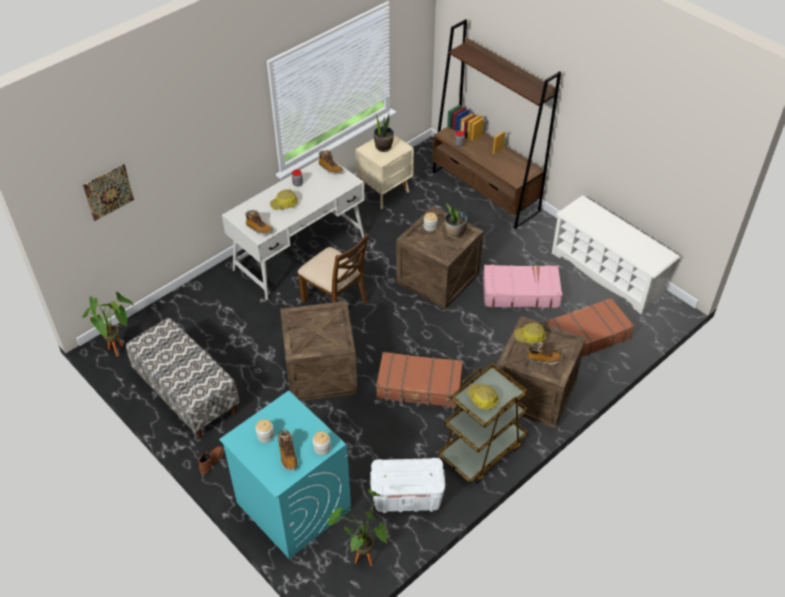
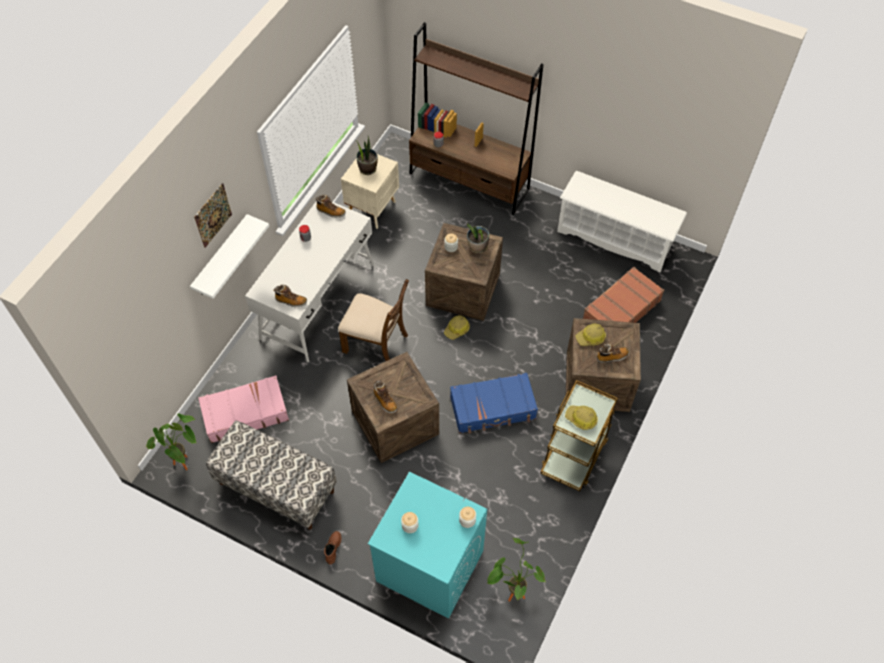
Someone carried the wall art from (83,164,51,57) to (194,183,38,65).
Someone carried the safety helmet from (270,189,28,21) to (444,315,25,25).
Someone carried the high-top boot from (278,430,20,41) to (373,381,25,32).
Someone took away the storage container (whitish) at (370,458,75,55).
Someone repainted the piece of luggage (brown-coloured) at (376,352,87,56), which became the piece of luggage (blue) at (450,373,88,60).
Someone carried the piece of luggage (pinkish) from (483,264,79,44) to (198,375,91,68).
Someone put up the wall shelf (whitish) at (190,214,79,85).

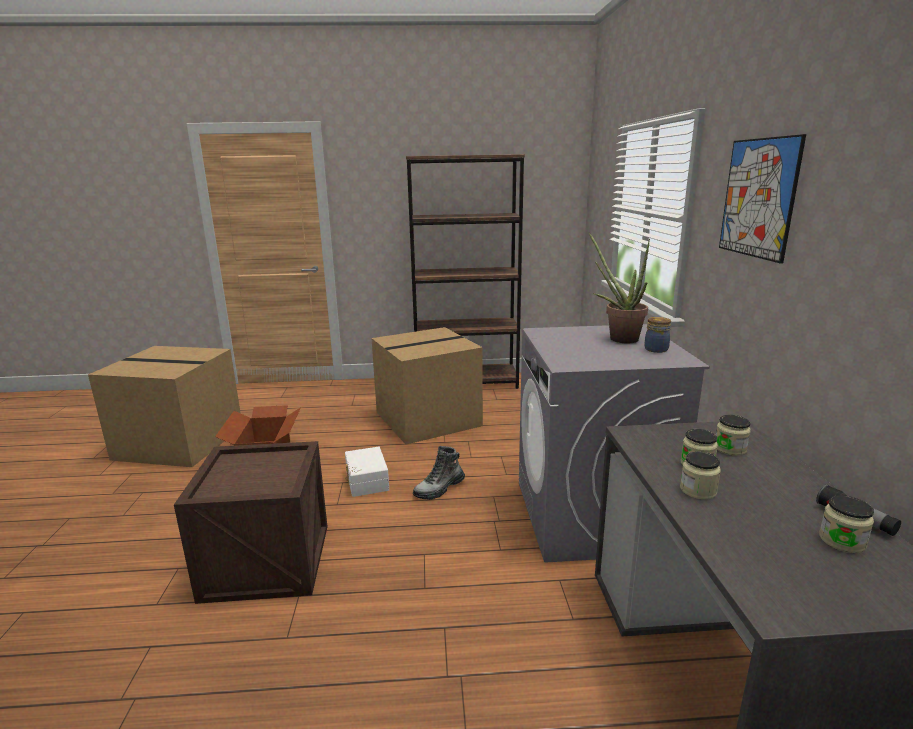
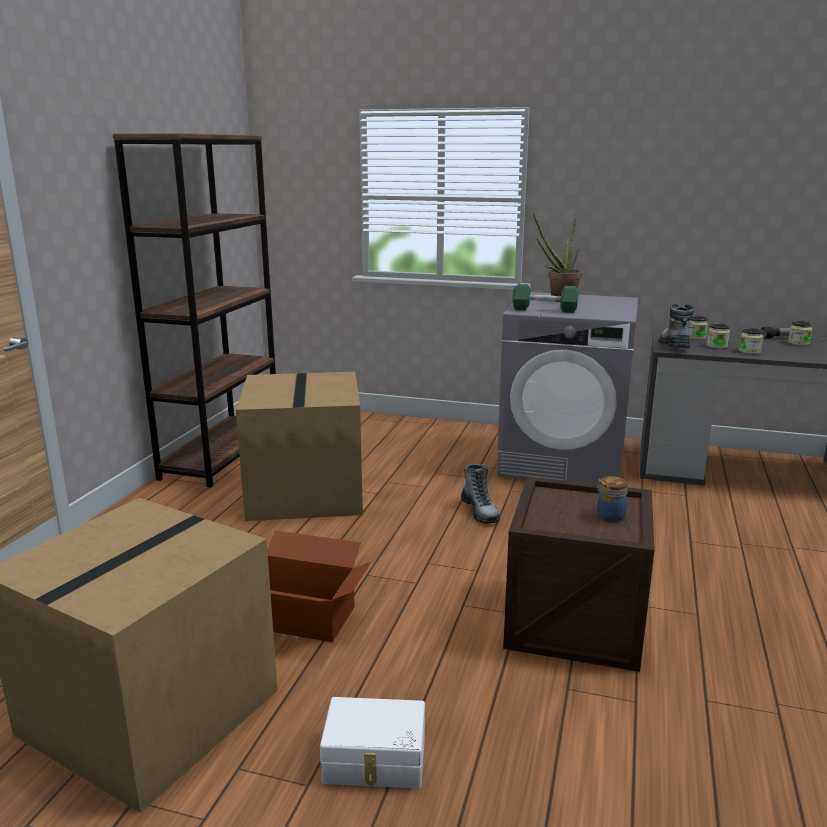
Someone carried the storage container (whitish) from (345,447,44,50) to (320,697,105,92).
Someone carried the jar from (645,317,26,36) to (595,476,33,46).
Someone took away the wall art at (719,134,87,130).
Someone put down the free weight (green-coloured) at (512,284,66,29).
Someone put down the high-top boot at (659,304,36,44).

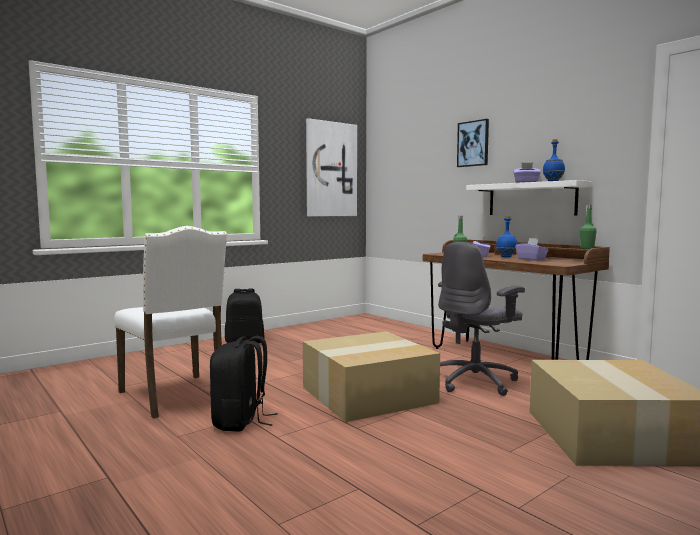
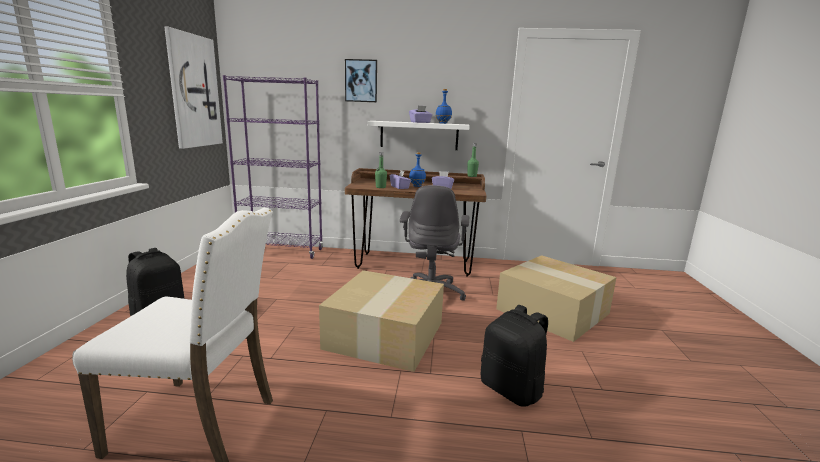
Someone carried the backpack (black) from (210,336,68,96) to (481,305,67,102).
Someone put down the shelving unit (purplish) at (223,75,100,184).

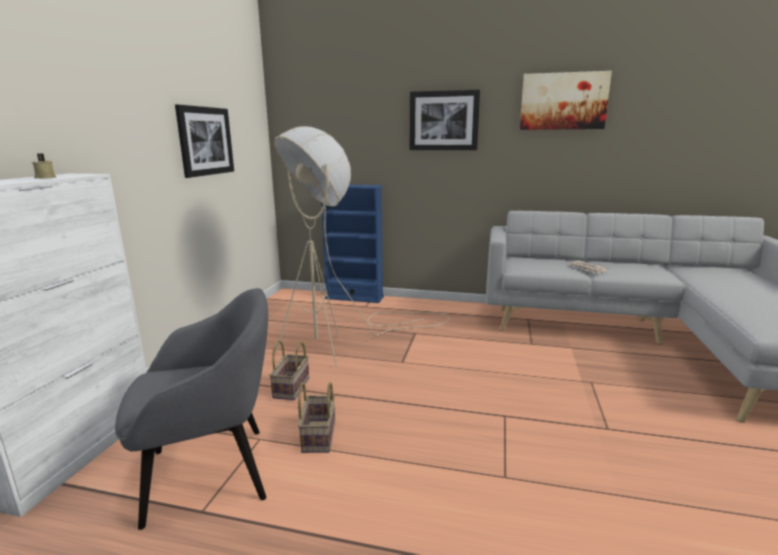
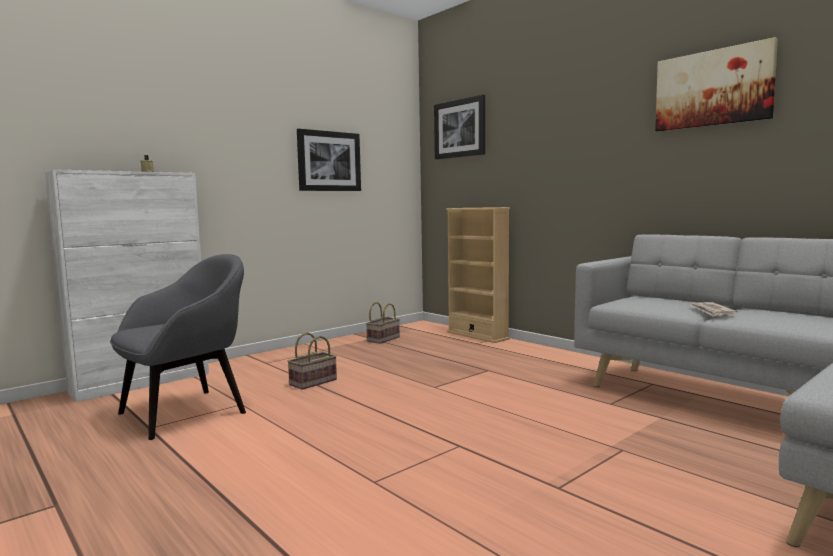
Someone rotated the easy chair (gray) at (115,288,153,242) by 60 degrees counterclockwise.
Someone took away the floor lamp (beige-coloured) at (274,126,176,241).
Someone carried the storage basket from (298,382,37,71) to (366,302,34,42).
Someone repainted the shelving unit (blue) at (321,185,63,118), which became the shelving unit (beige-coloured) at (446,207,64,136).
Someone carried the wall art from (410,90,70,60) to (434,95,51,65).

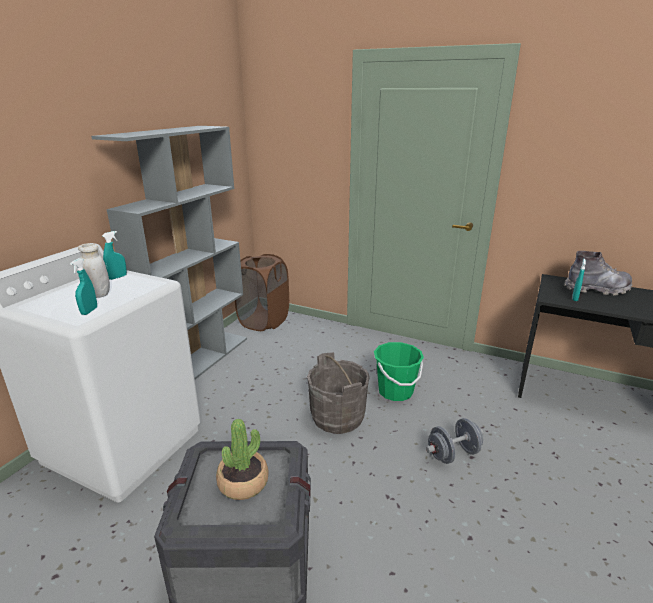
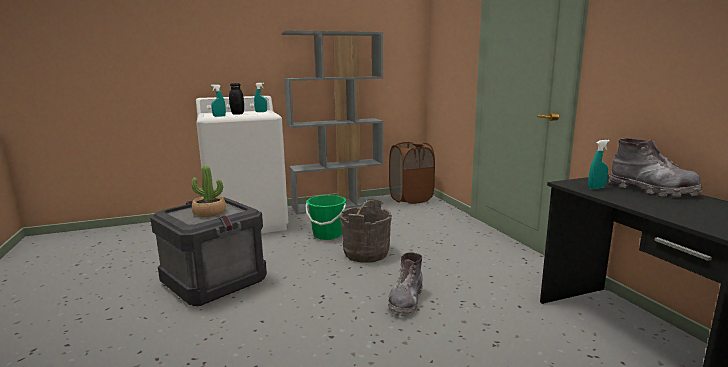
Someone repainted the jar (whitish) at (78,243,32,55), which became the jar (black) at (229,83,15,32).
Someone carried the pail (green-coloured) from (374,342,50,59) to (306,195,41,45).
Someone swapped the free weight (gray) at (426,418,58,46) for the high-top boot (gray) at (388,253,35,63).

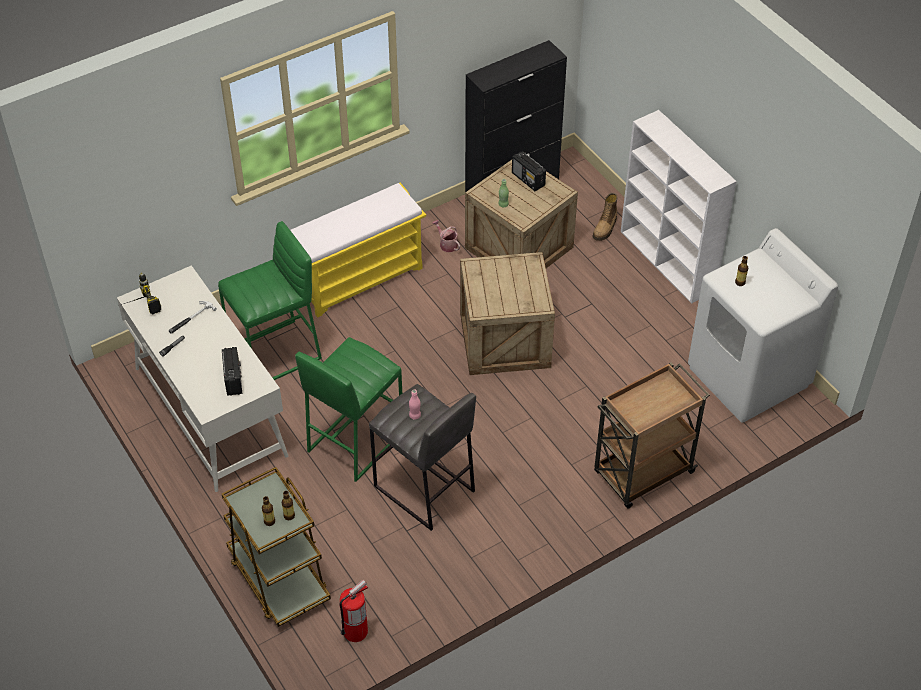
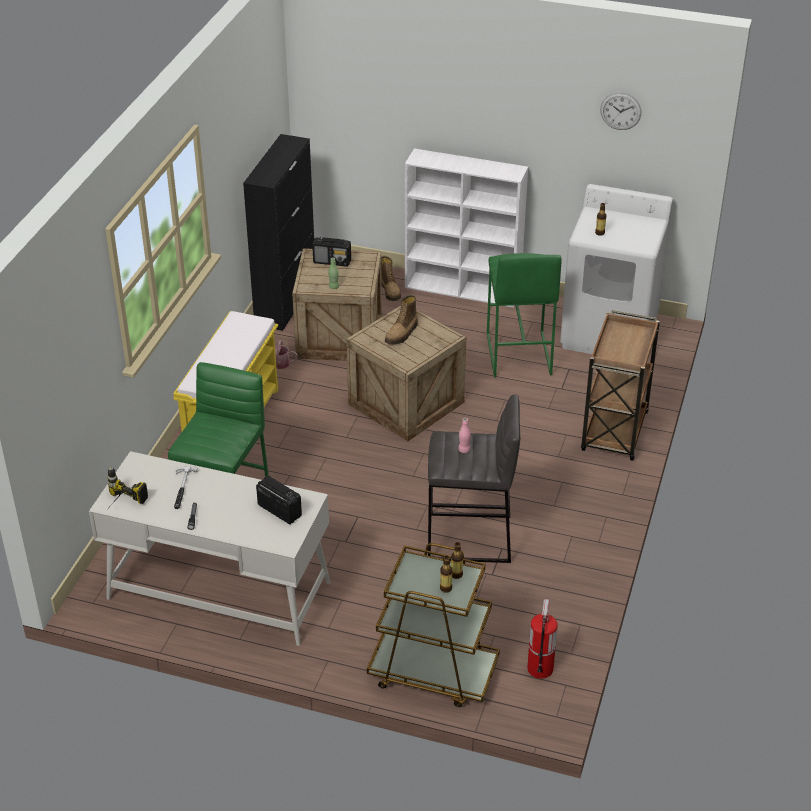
Someone carried the stool seat (green-coloured) from (295,337,107,145) to (487,253,75,125).
Someone put down the high-top boot at (385,295,33,49).
Someone put up the hanging clock at (600,92,42,38).

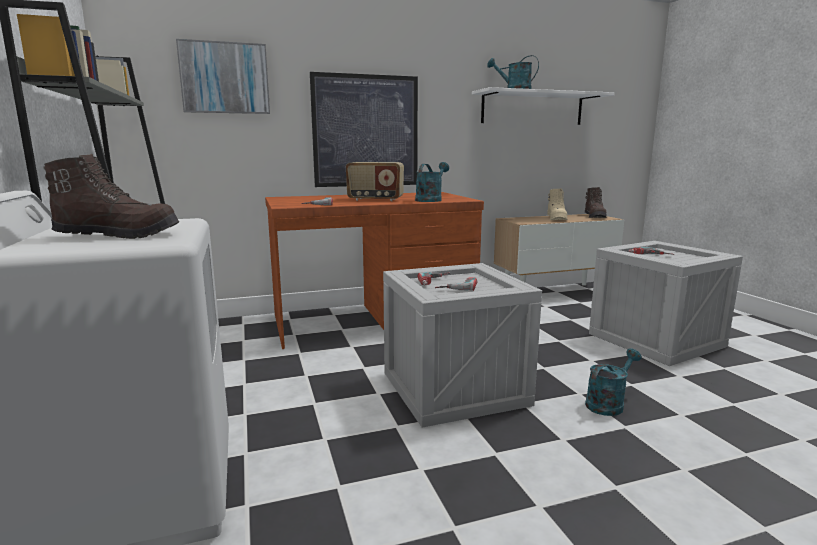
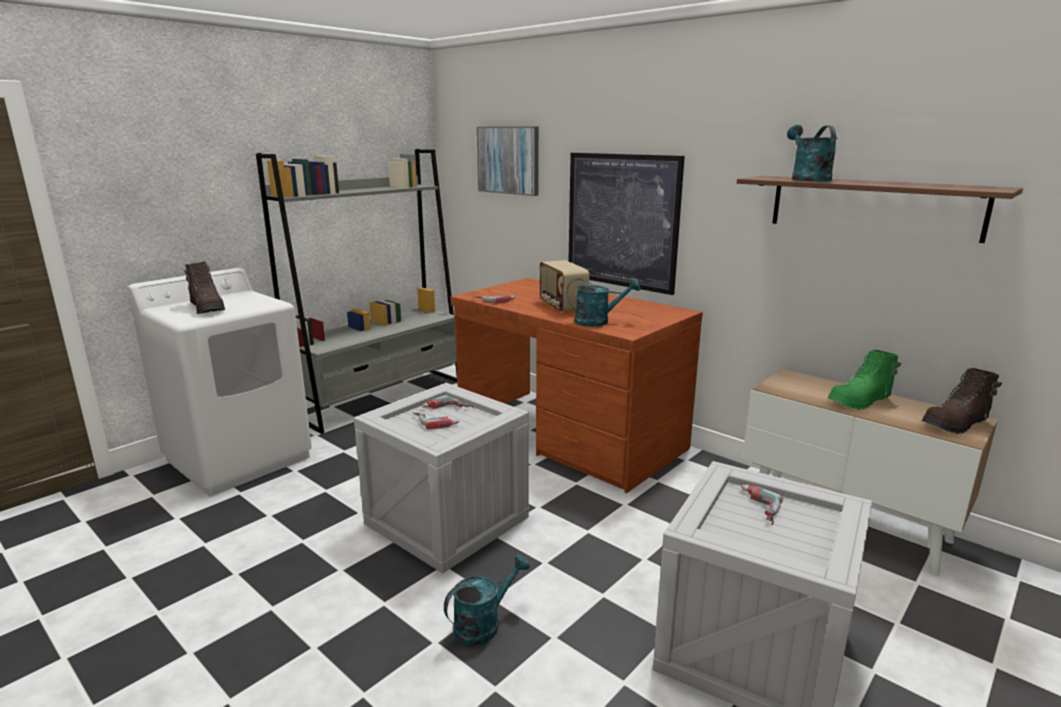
Someone repainted the wall shelf (whitish) at (472,87,143,38), which became the wall shelf (brown-coloured) at (737,176,286,67).
Someone repainted the high-top boot (beige-coloured) at (547,188,20,32), which became the high-top boot (green-coloured) at (828,350,73,60).
Someone rotated the watering can (turquoise) at (585,348,57,68) by 60 degrees counterclockwise.

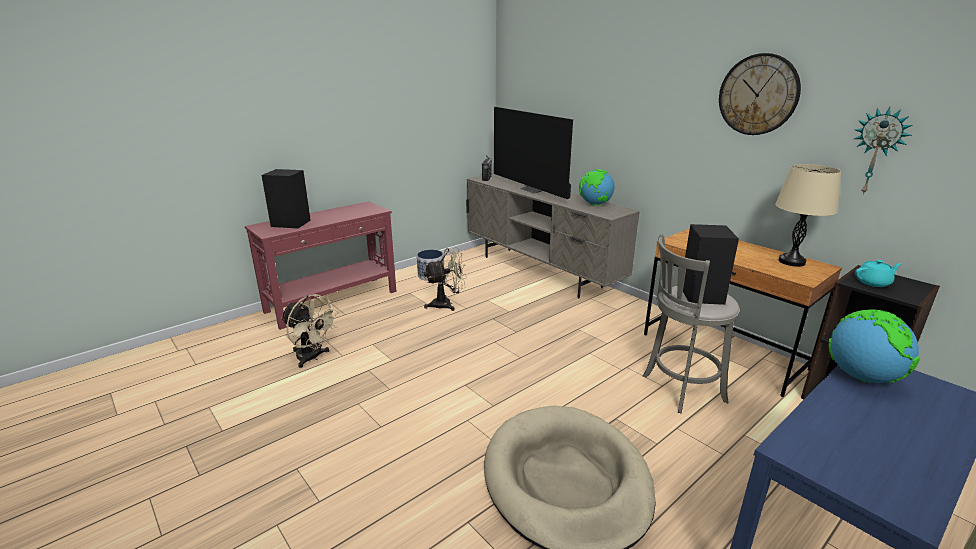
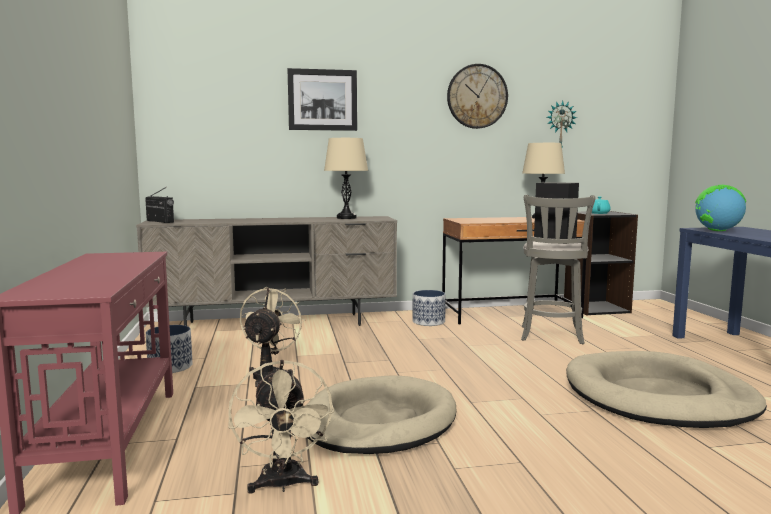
Someone took away the loudspeaker (black) at (262,169,49,59).
Someone rotated the cooling fan (beige-coloured) at (281,294,58,74) by 105 degrees clockwise.
Someone took away the TV set at (494,107,79,92).
Someone swapped the globe at (579,169,35,37) for the lamp for a table (beige-coloured) at (324,138,44,81).
Someone put up the wall art at (288,68,69,63).
Someone put down the dog bed (beige-coloured) at (306,375,150,79).
Someone put down the plant pot at (412,290,34,36).

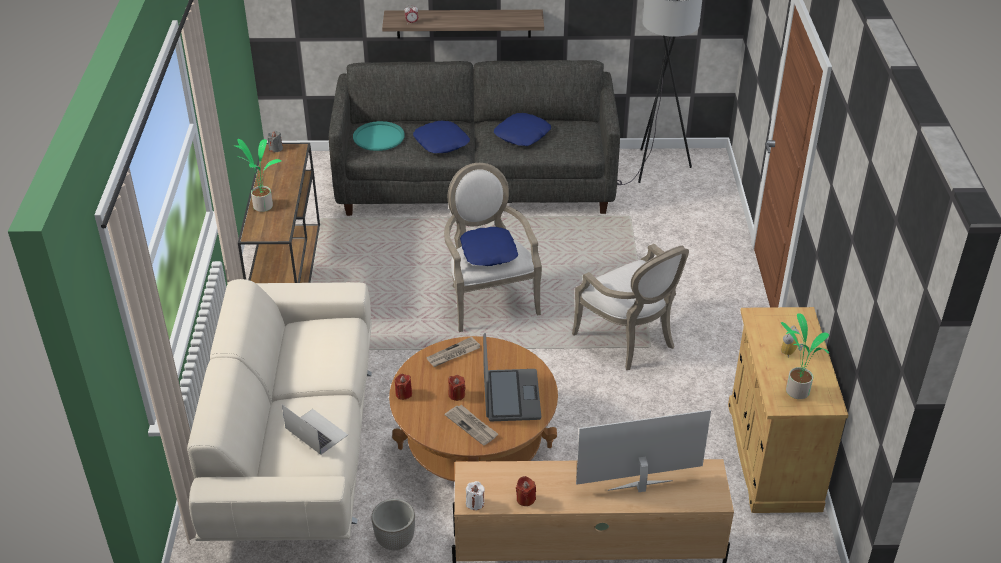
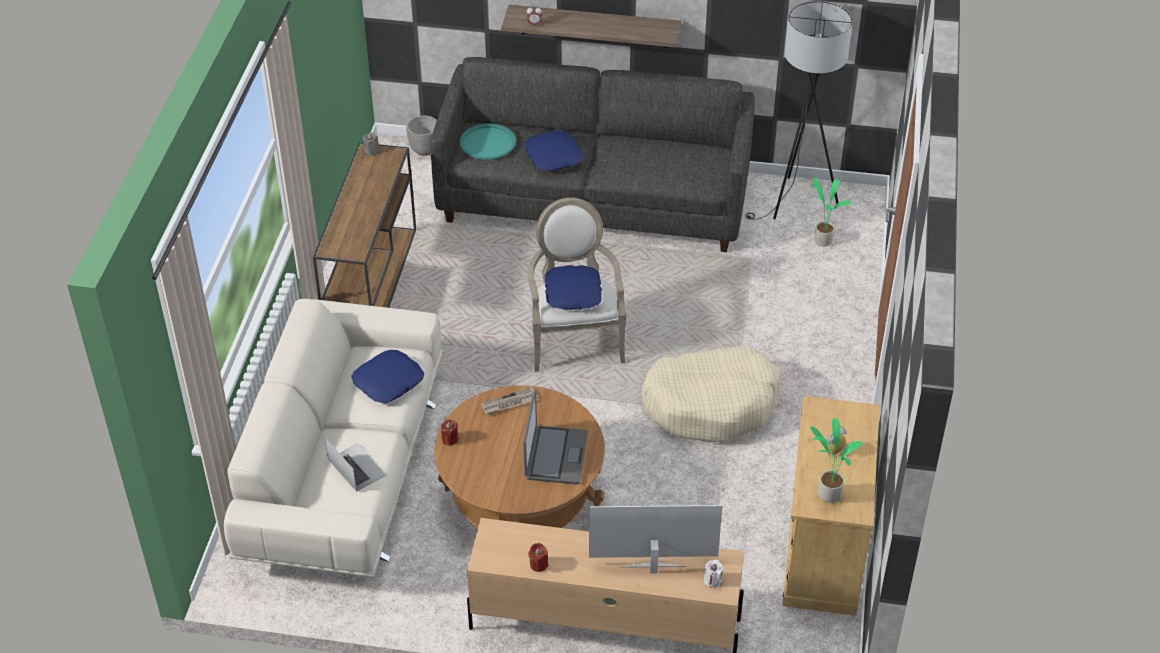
Someone carried the plant in a pot from (235,139,46,73) to (811,177,41,70).
Someone carried the plant pot from (372,499,43,51) to (406,115,31,41).
Someone took away the daily paper at (445,405,53,41).
Someone took away the wax candle (red) at (448,375,18,26).
Someone carried the wax candle (whitish) from (466,481,19,29) to (704,560,20,28).
Someone carried the pillow (blue) from (494,113,57,33) to (352,350,72,53).
Someone swapped the easy chair at (572,244,117,126) for the dog bed (beige-coloured) at (642,346,139,97).

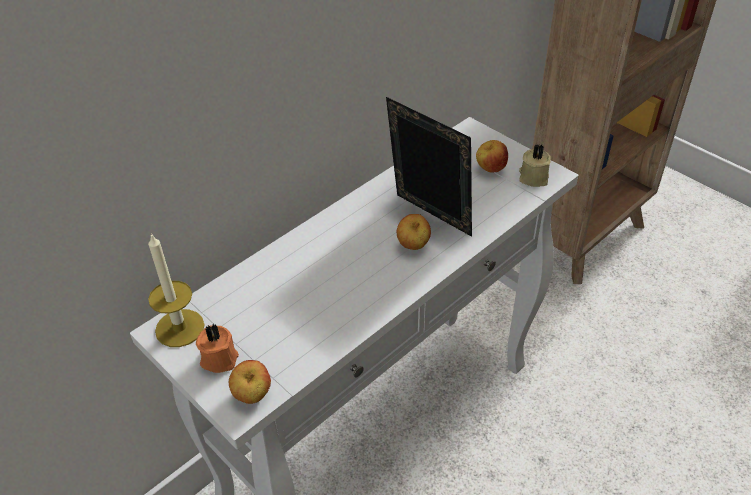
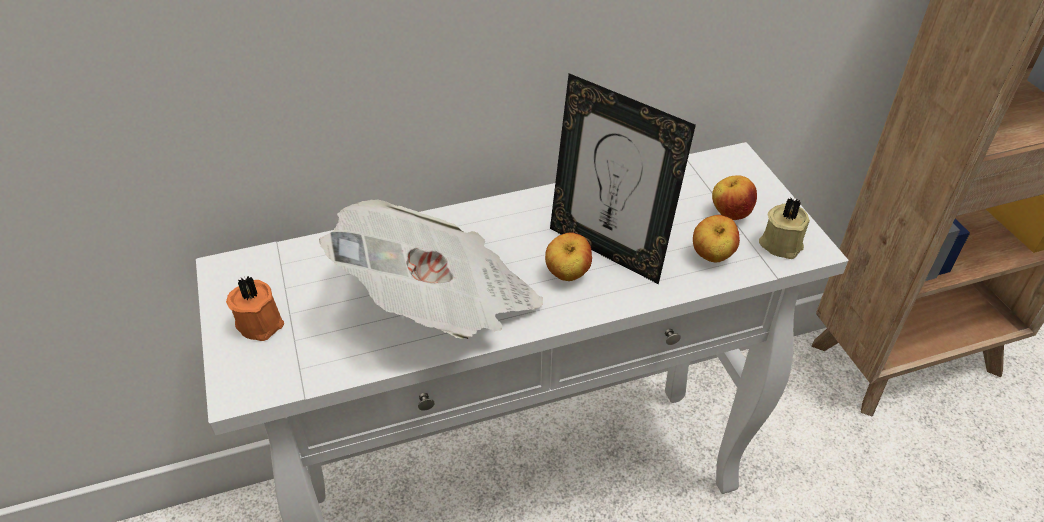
Someone took away the wax candle at (148,233,56,114).
Someone carried the apple fruit from (229,360,42,44) to (693,215,47,47).
Someone rotated the picture frame at (386,97,86,140) by 150 degrees clockwise.
Someone put down the daily paper at (319,200,224,139).

